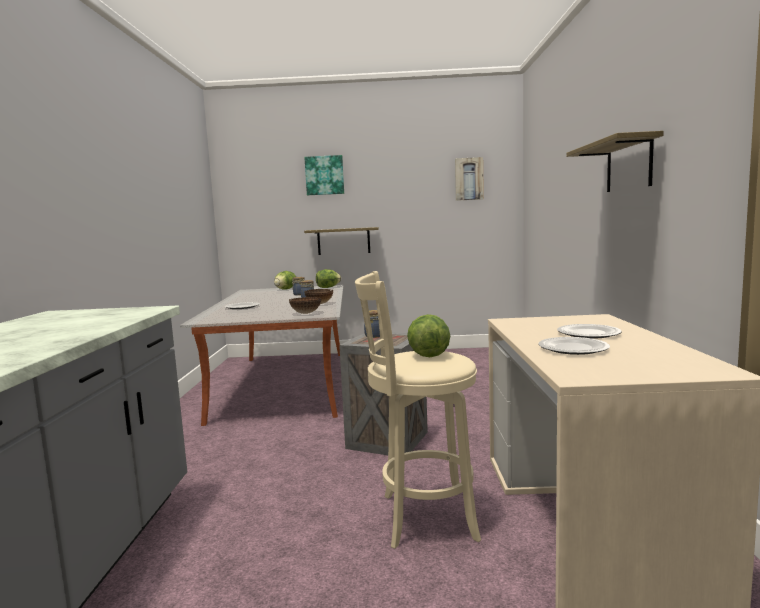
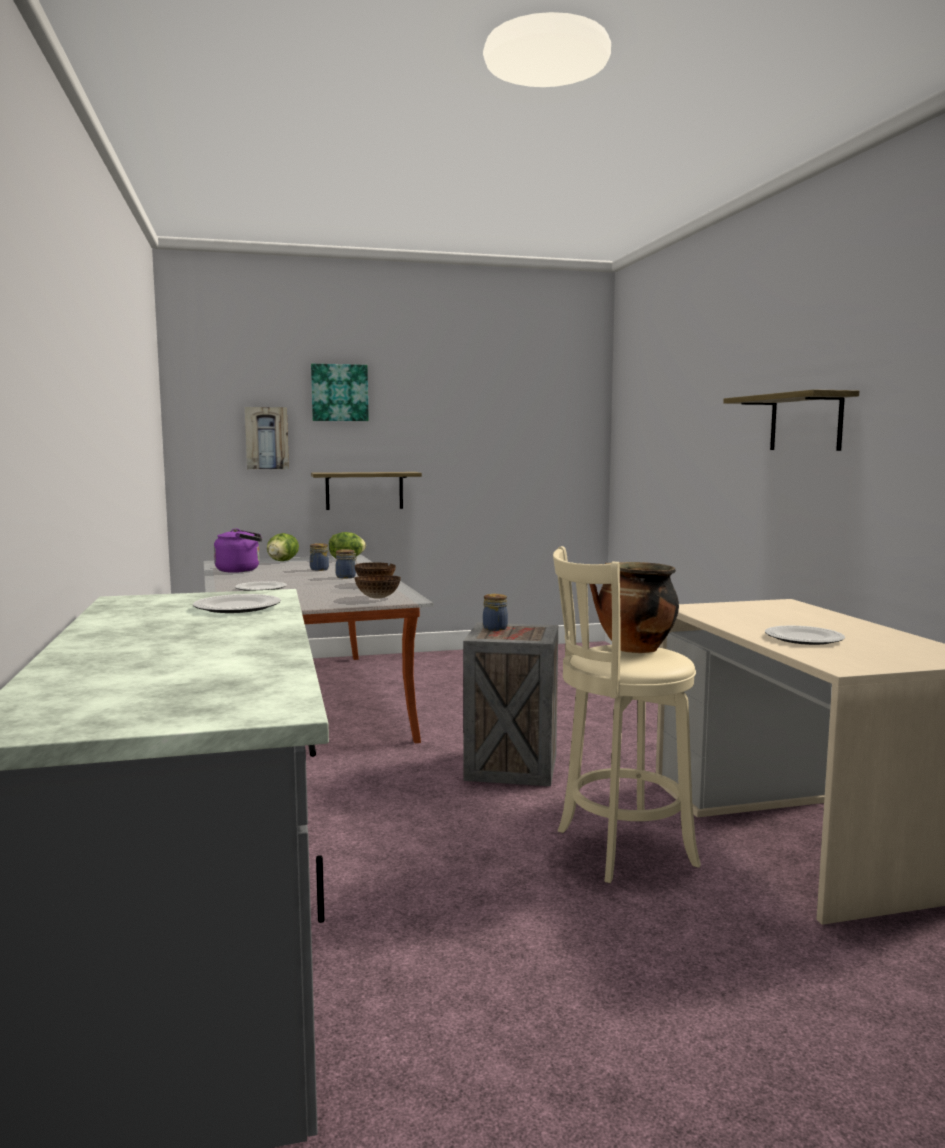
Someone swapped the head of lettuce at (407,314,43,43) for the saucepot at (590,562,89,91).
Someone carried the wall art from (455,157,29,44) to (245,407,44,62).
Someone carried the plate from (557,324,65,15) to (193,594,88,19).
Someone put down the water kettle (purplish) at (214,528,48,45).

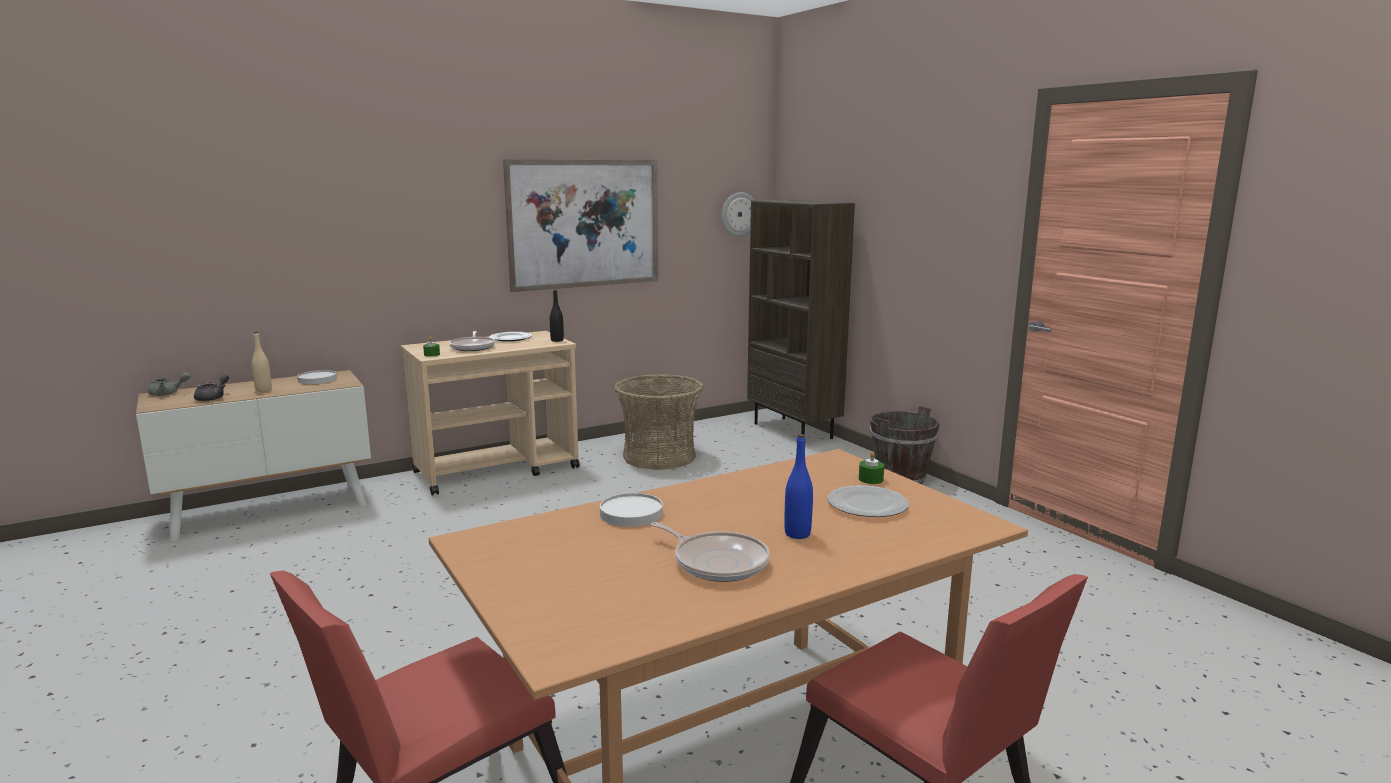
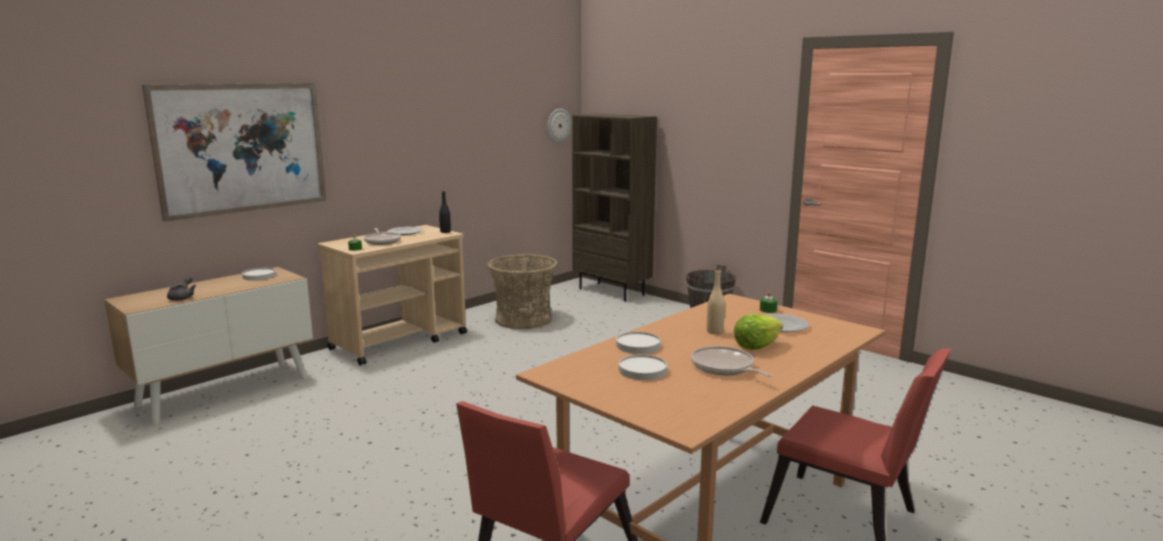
Someone took away the tea pot (gray) at (148,372,43,24).
Someone carried the bottle (beige-coloured) from (252,332,20,60) to (707,268,18,66).
Someone carried the wall art from (503,159,155,133) to (142,83,184,139).
Someone rotated the pan at (651,522,119,60) by 150 degrees counterclockwise.
Someone swapped the bottle (blue) at (784,434,29,105) for the head of lettuce at (733,314,50,36).
Someone put down the plate (whitish) at (619,355,48,25).

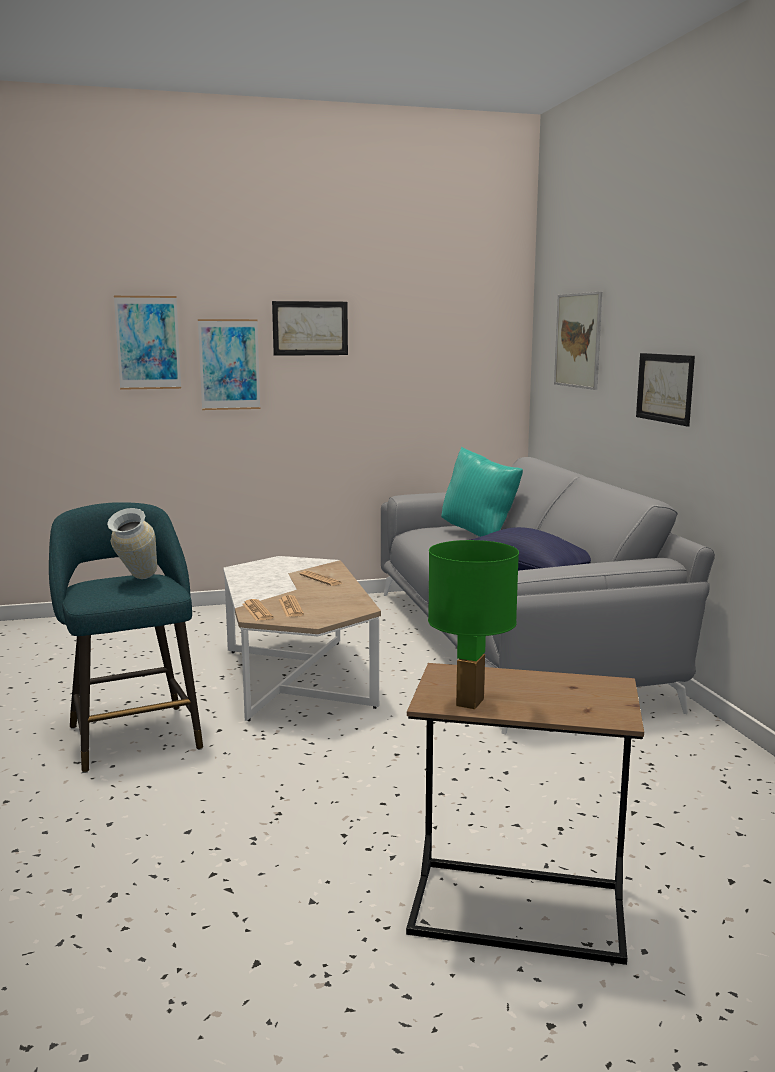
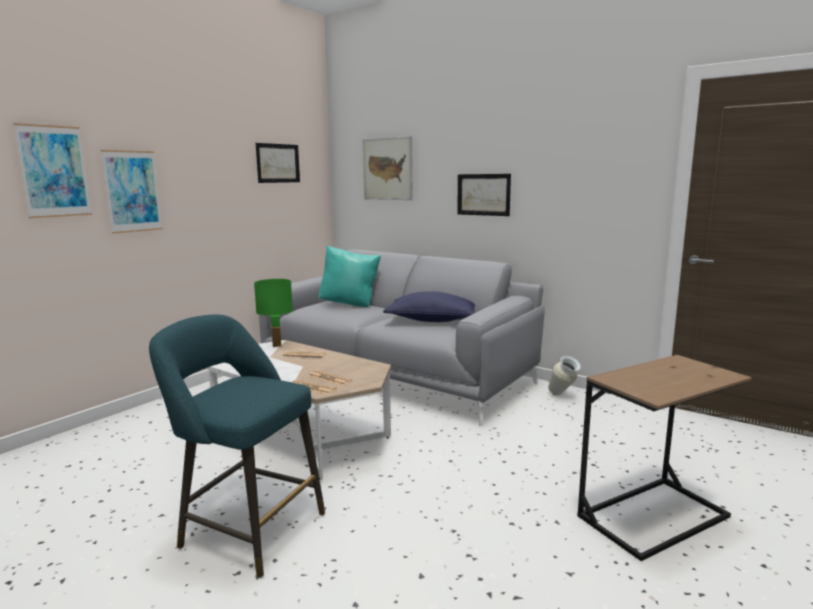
Someone carried the vase from (107,508,50,71) to (548,356,33,39).
Someone carried the wall art from (272,301,76,55) to (256,143,44,40).
Someone carried the lamp for a table (green-coloured) from (428,540,91,170) to (254,279,39,68).

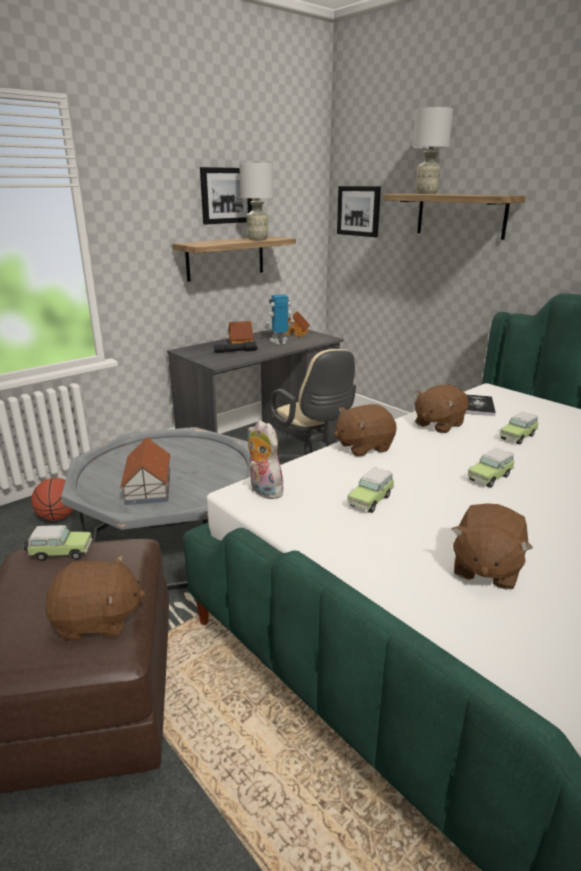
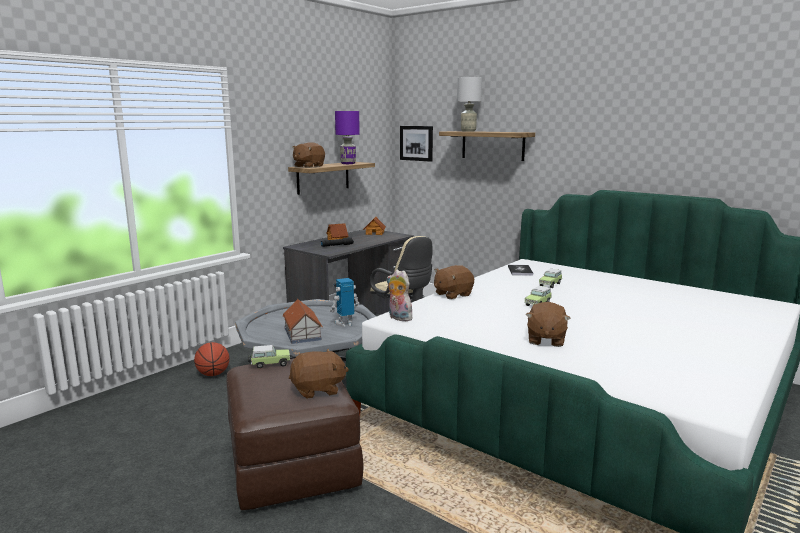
Someone took away the wall art at (200,167,52,57).
Someone repainted the lamp for a table (gray) at (239,163,34,77), which became the lamp for a table (purplish) at (335,111,25,53).
Someone carried the toy robot from (264,294,30,50) to (330,278,29,49).
Someone took away the toy car at (347,467,47,46).
Someone carried the soft toy (brown-coloured) from (414,384,55,49) to (292,142,33,26).

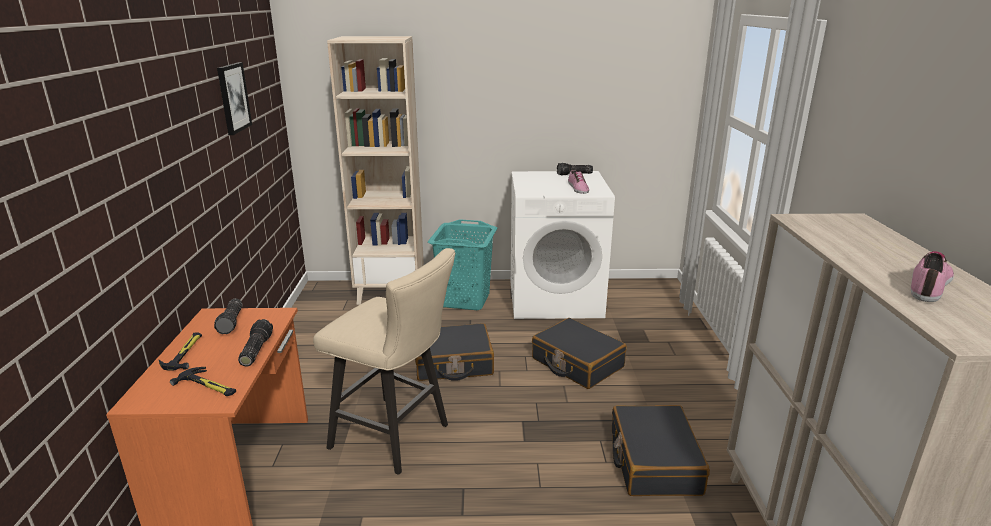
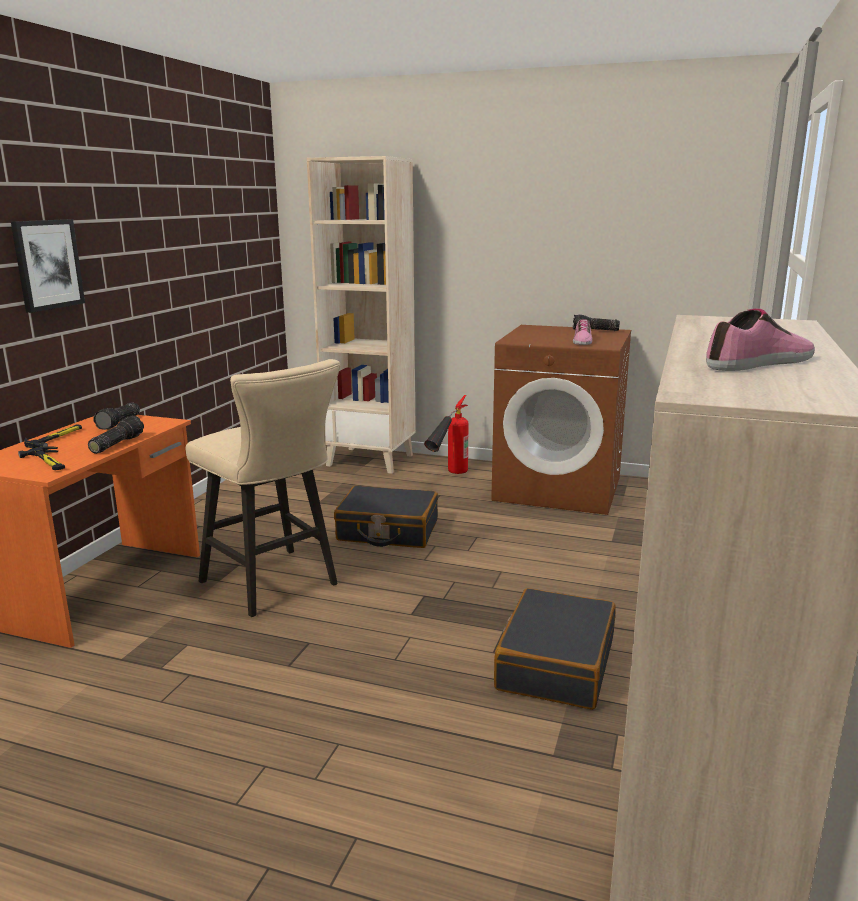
Someone carried the wall art from (217,62,35,73) to (11,219,74,94).
Someone swapped the hamper (turquoise) at (428,219,69,91) for the fire-fighting cylinder at (424,395,45,79).
Someone repainted the laundry appliance (whitish) at (511,171,104,148), which became the laundry appliance (brown-coloured) at (491,325,140,190).
Someone took away the piece of luggage (black) at (532,318,95,71).

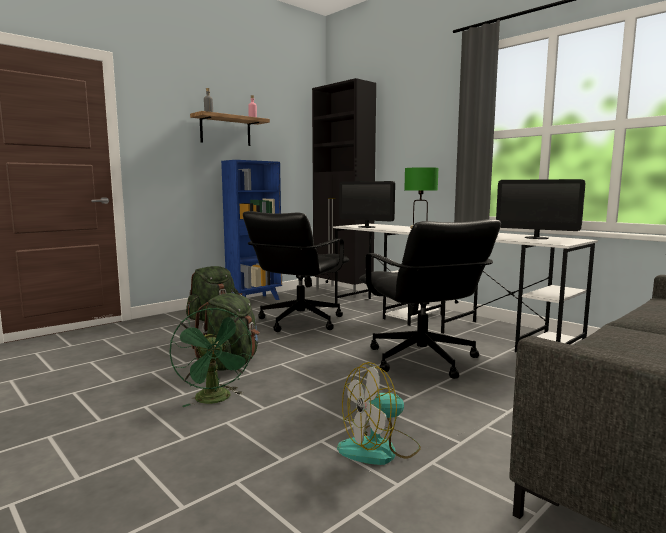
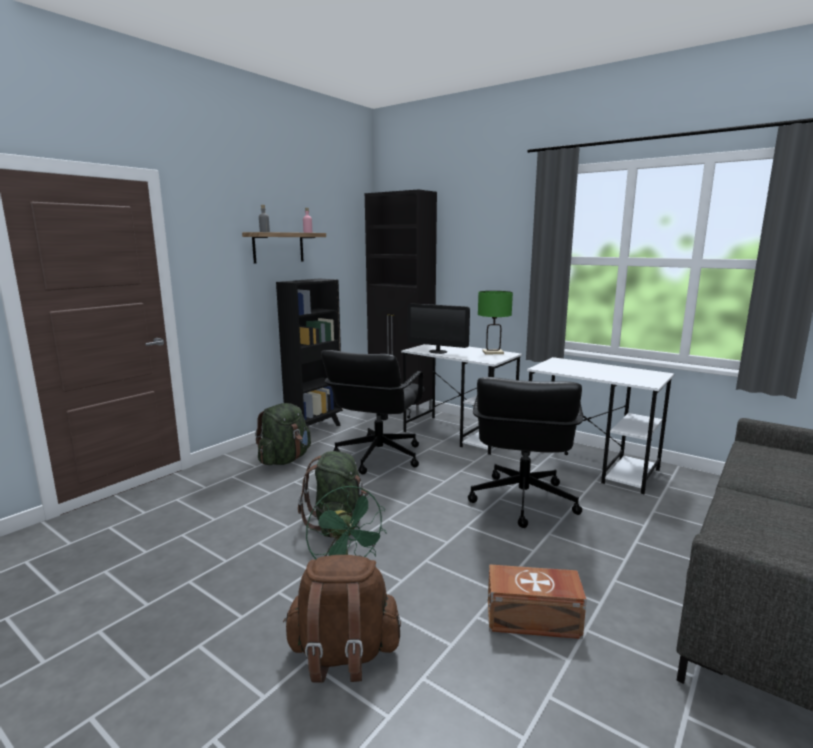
Someone repainted the shelving unit (blue) at (221,160,61,140), which became the shelving unit (black) at (276,279,67,149).
Someone swapped the cooling fan at (337,362,84,103) for the storage container (brown-coloured) at (488,564,99,75).
Someone rotated the desk chair (black) at (359,219,142,160) by 45 degrees clockwise.
Someone took away the computer display at (496,179,89,60).
Someone put down the backpack (brown-coloured) at (283,555,118,128).

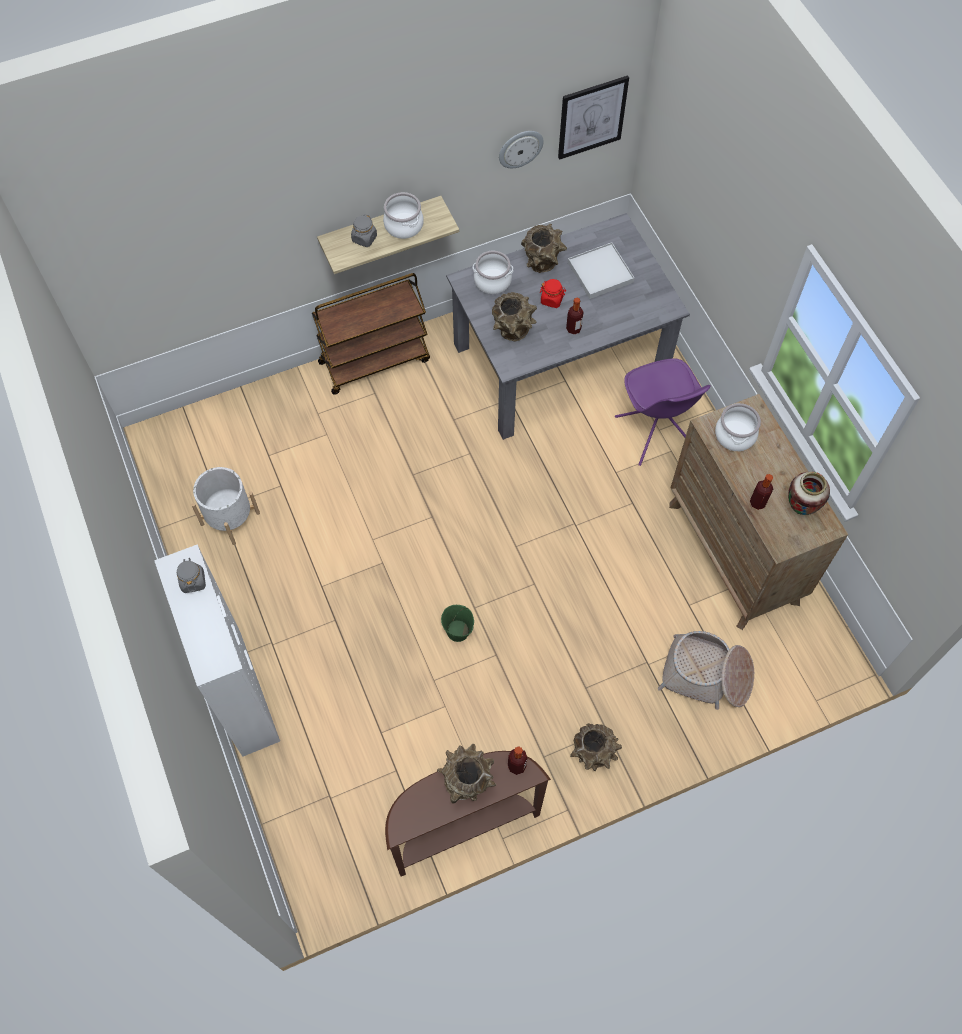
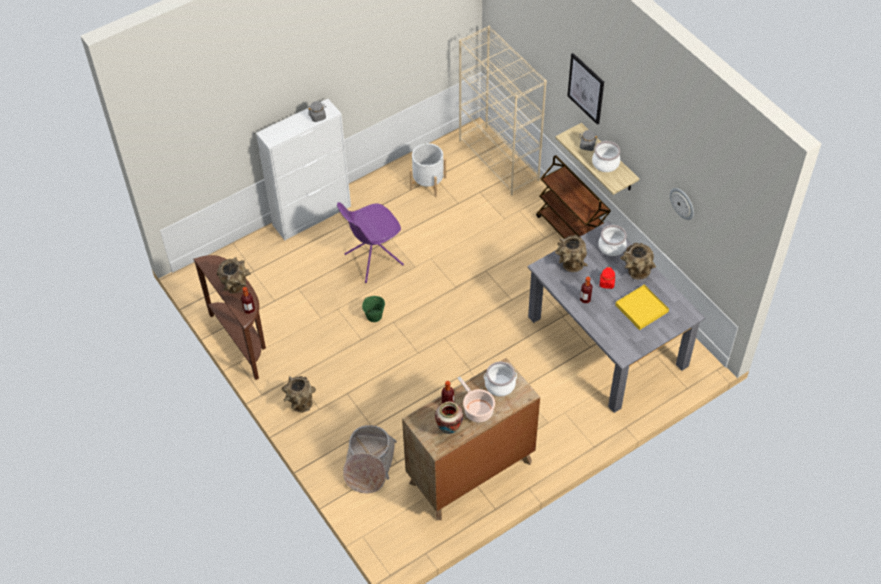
Someone carried the wall art from (558,75,71,85) to (567,53,37,72).
Someone repainted the serving tray (whitish) at (568,242,66,57), which became the serving tray (yellowish) at (615,284,54,46).
Someone carried the chair (purplish) from (615,358,96,108) to (337,202,67,81).
Someone put down the saucepot at (457,377,38,45).
Someone put down the shelving unit (beige-coloured) at (459,26,88,170).

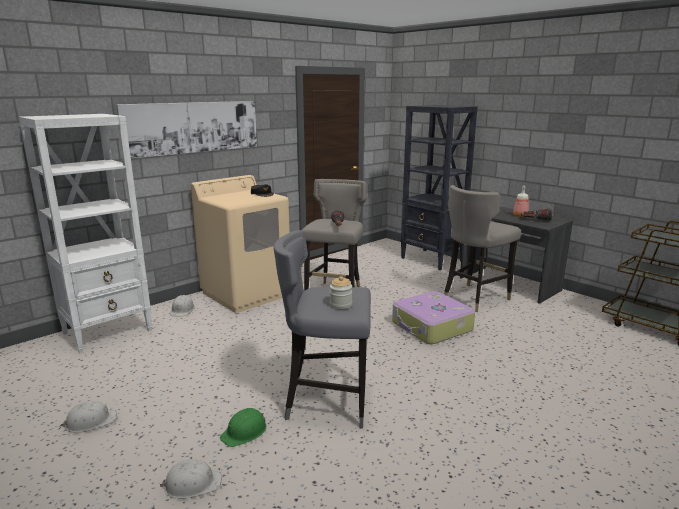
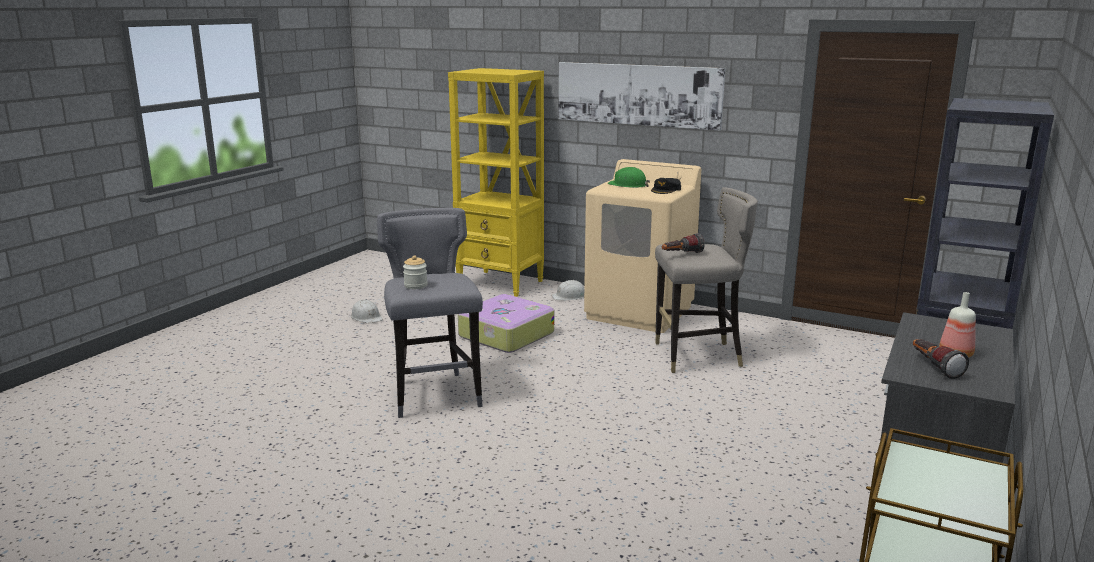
Someone repainted the shelving unit (whitish) at (19,114,133,239), which became the shelving unit (yellowish) at (448,68,96,229).
Someone took away the safety helmet (whitish) at (160,459,62,40).
Someone carried the safety helmet (green-coloured) from (220,408,46,39) to (608,167,42,21).
Someone carried the piece of luggage from (392,291,83,53) to (458,294,96,59).
Someone took away the stool seat (gray) at (444,185,77,127).

